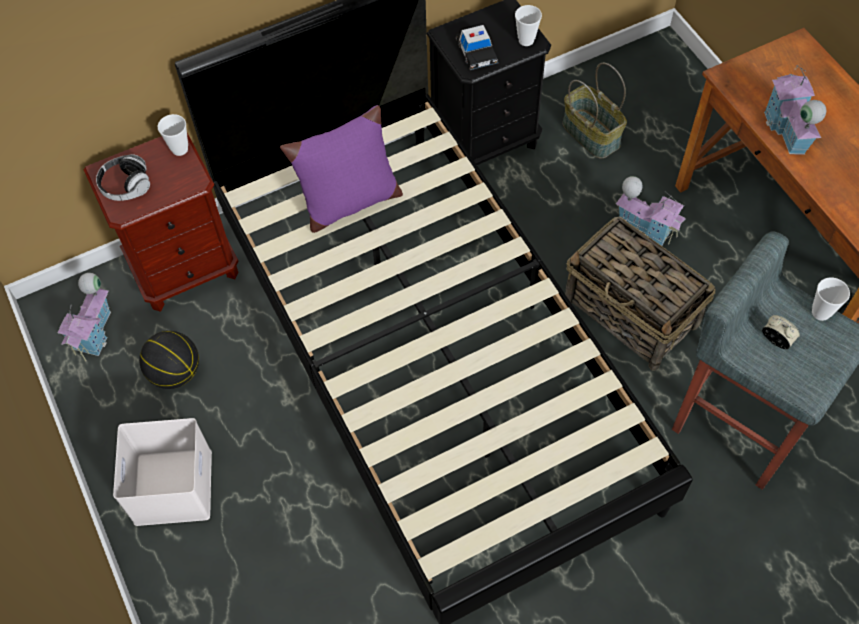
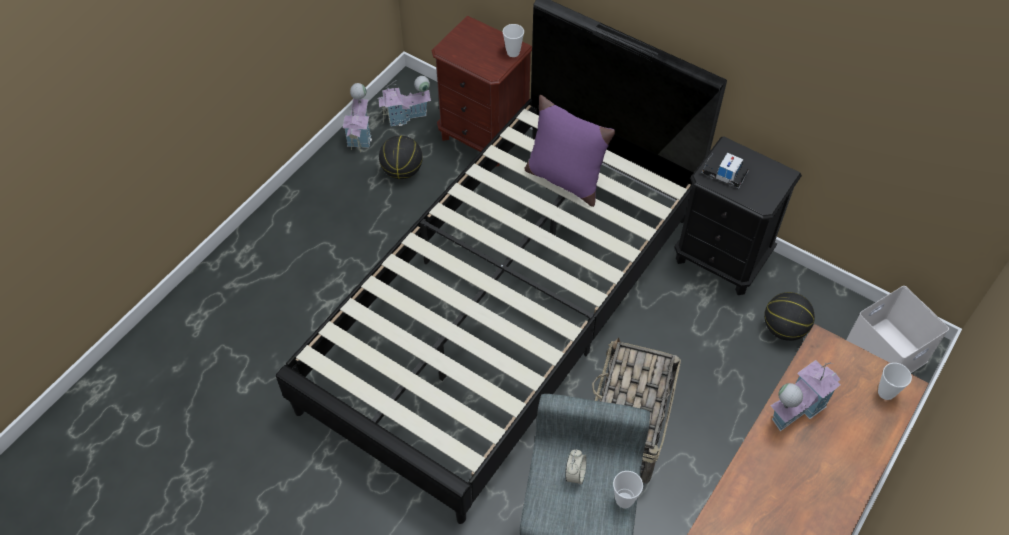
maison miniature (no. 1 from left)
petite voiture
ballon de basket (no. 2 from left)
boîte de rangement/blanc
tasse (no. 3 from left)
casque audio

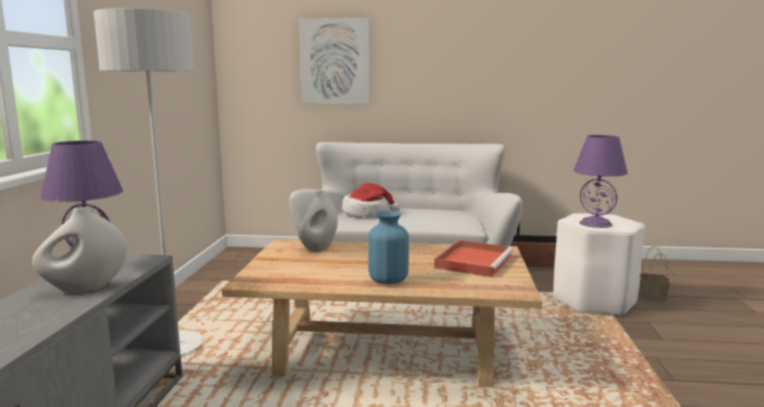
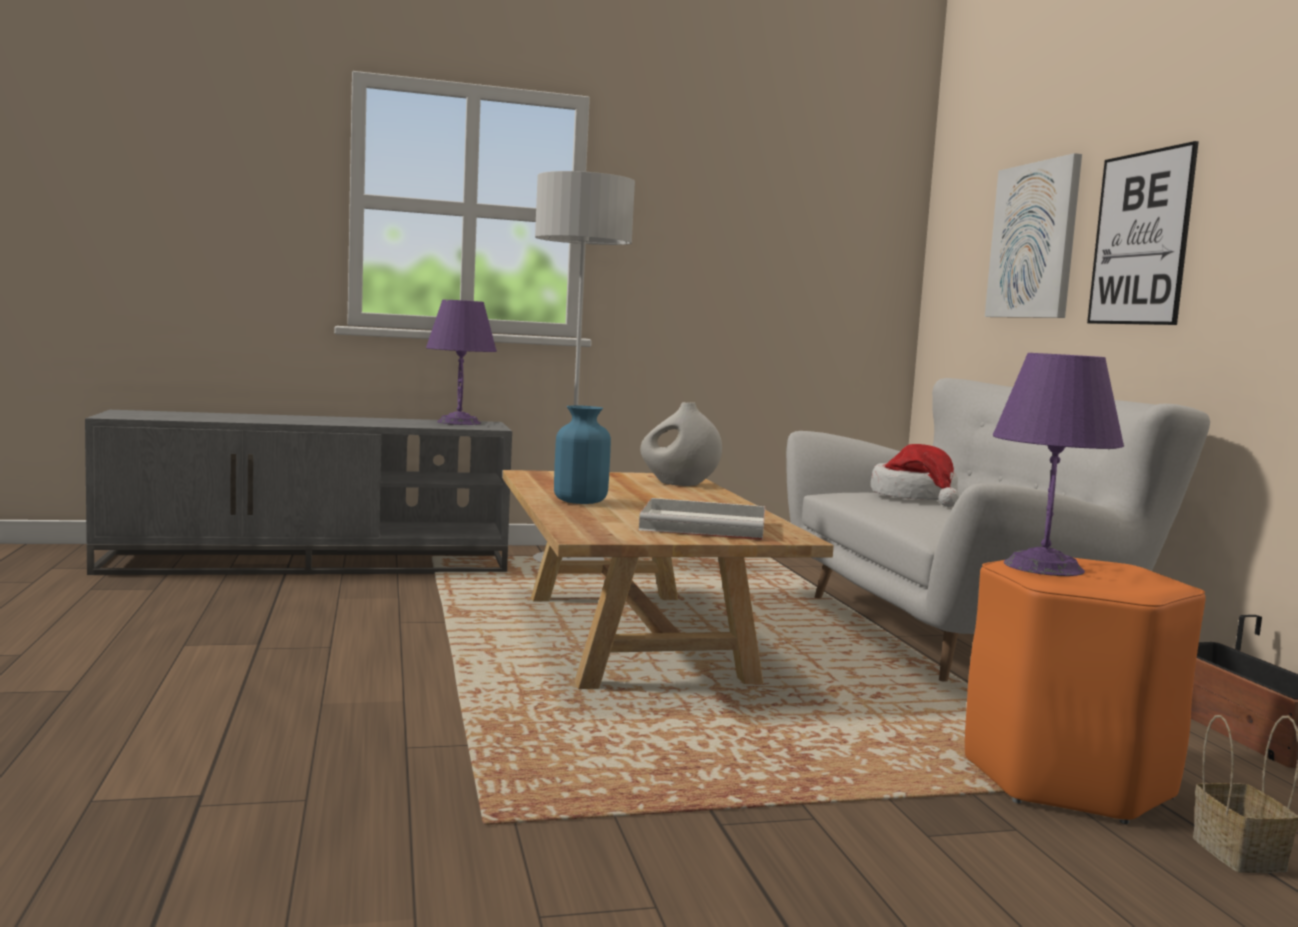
plateau/blanc
tabouret/orange
tableau (no. 2 from left)
vase/blanc (no. 1 from left in the first image)

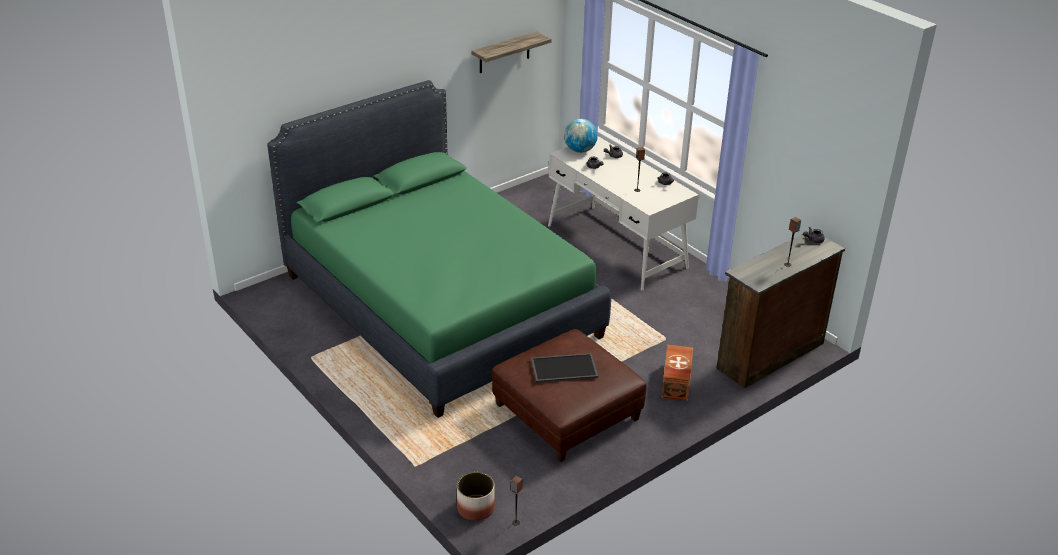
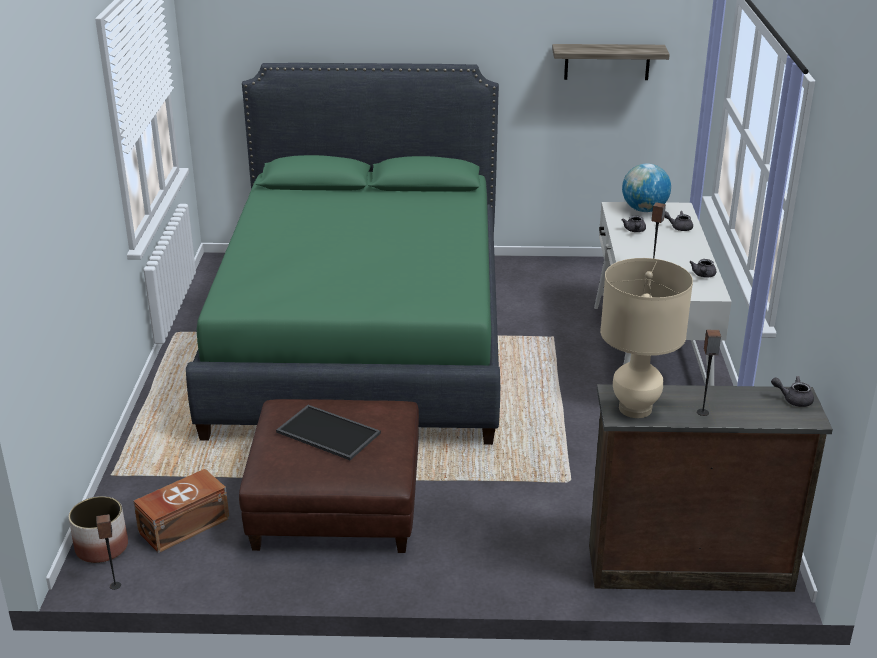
boîte de rangement/marron
lampe de table/beige

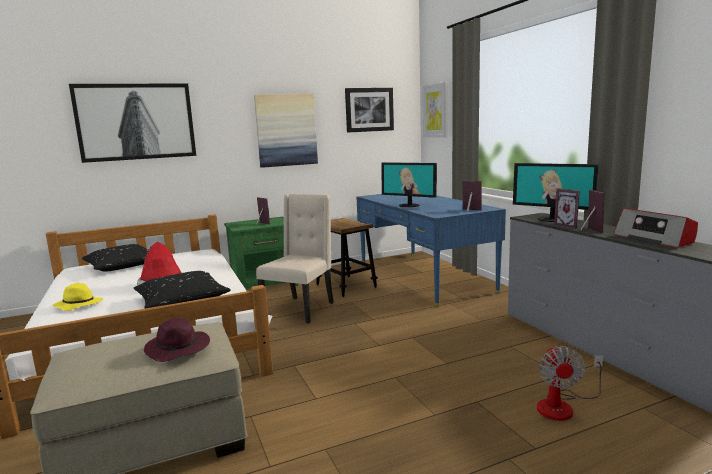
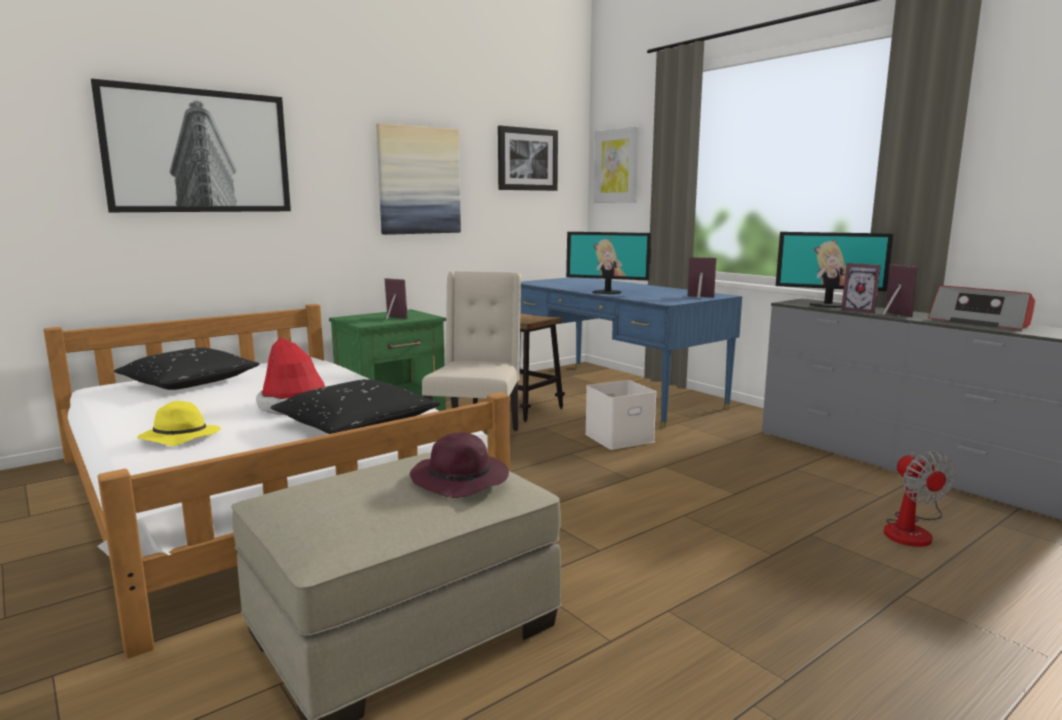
boîte de rangement/blanc

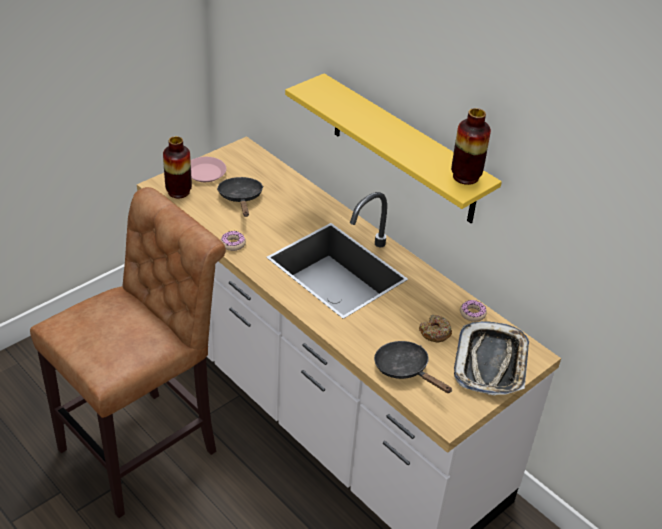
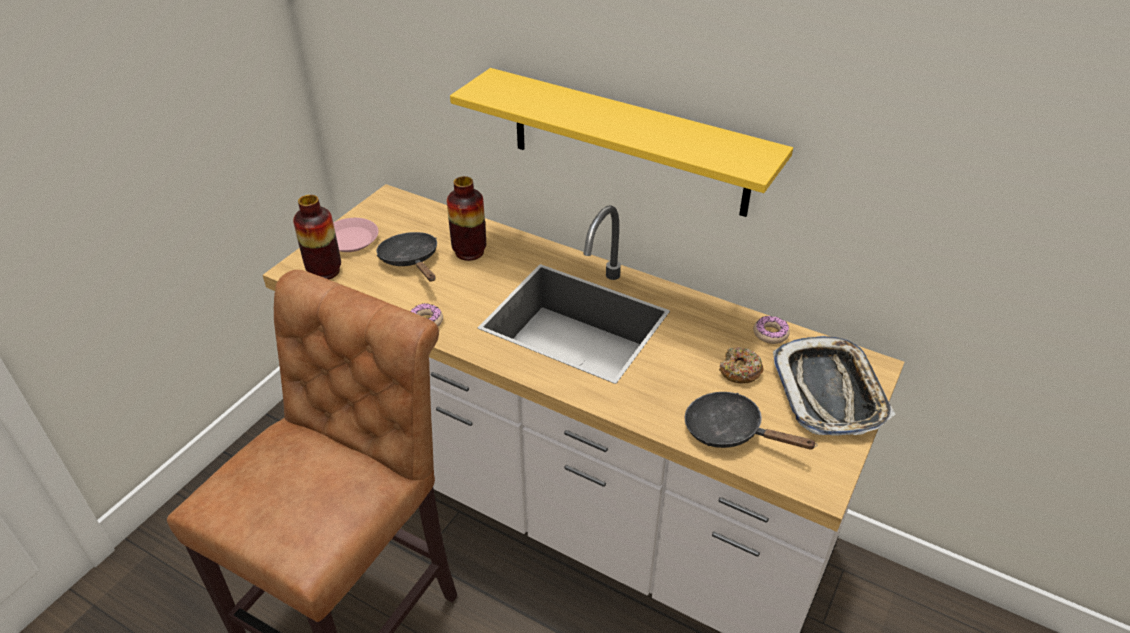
vase (no. 2 from left)

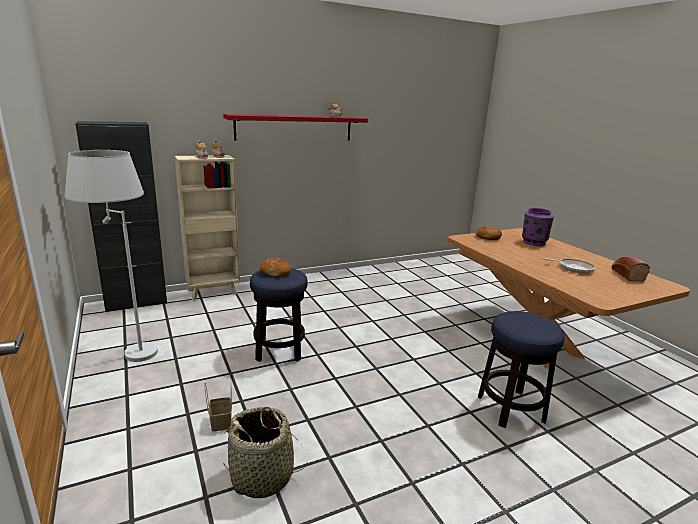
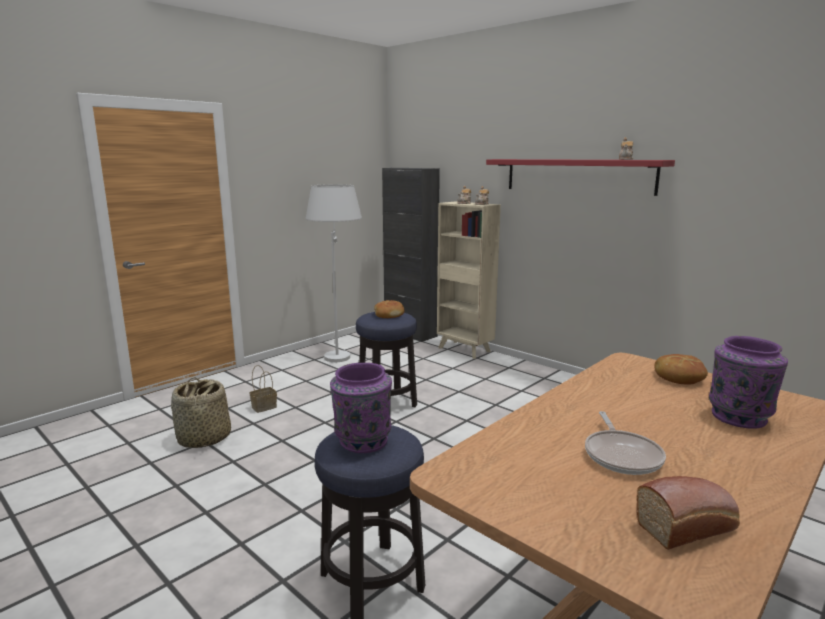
vase/violet (no. 1 from left)

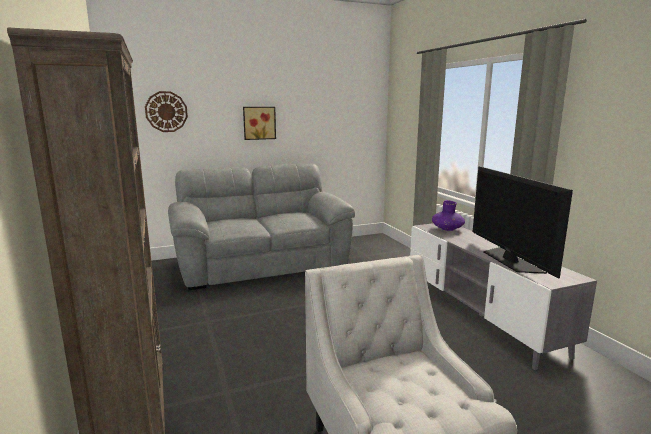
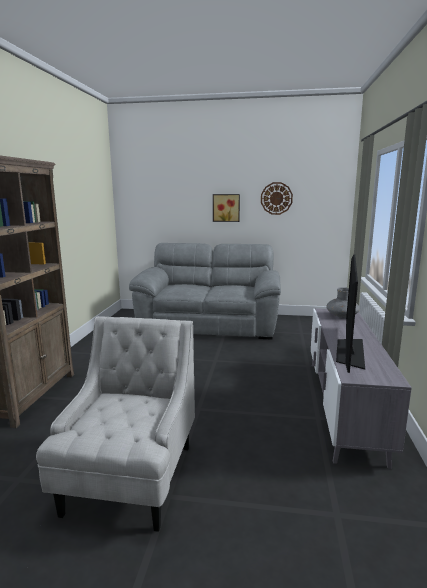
horloge murale
vase/gris

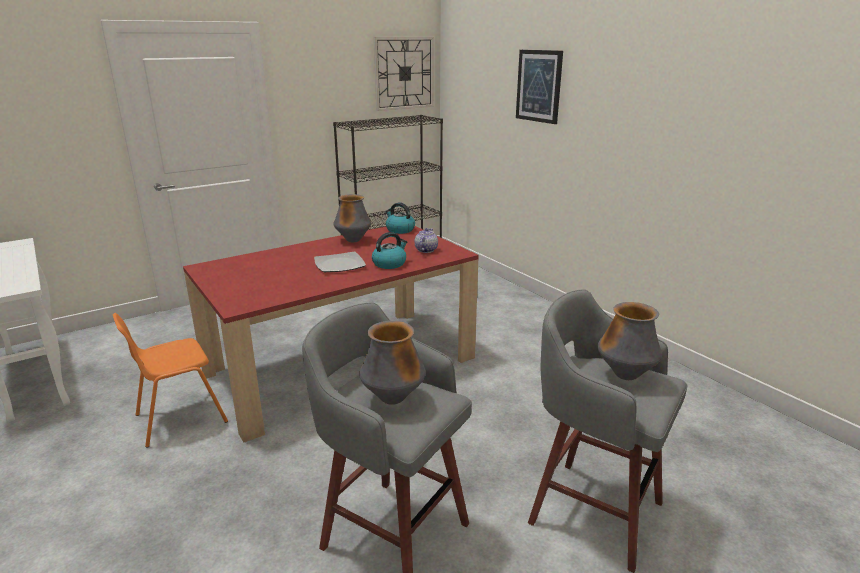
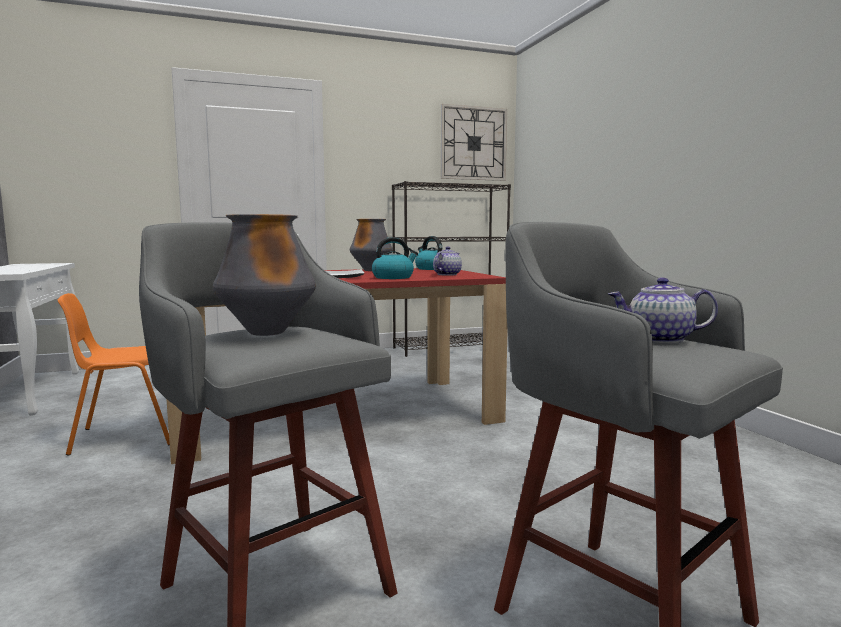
théière (no. 2 from left)
tableau

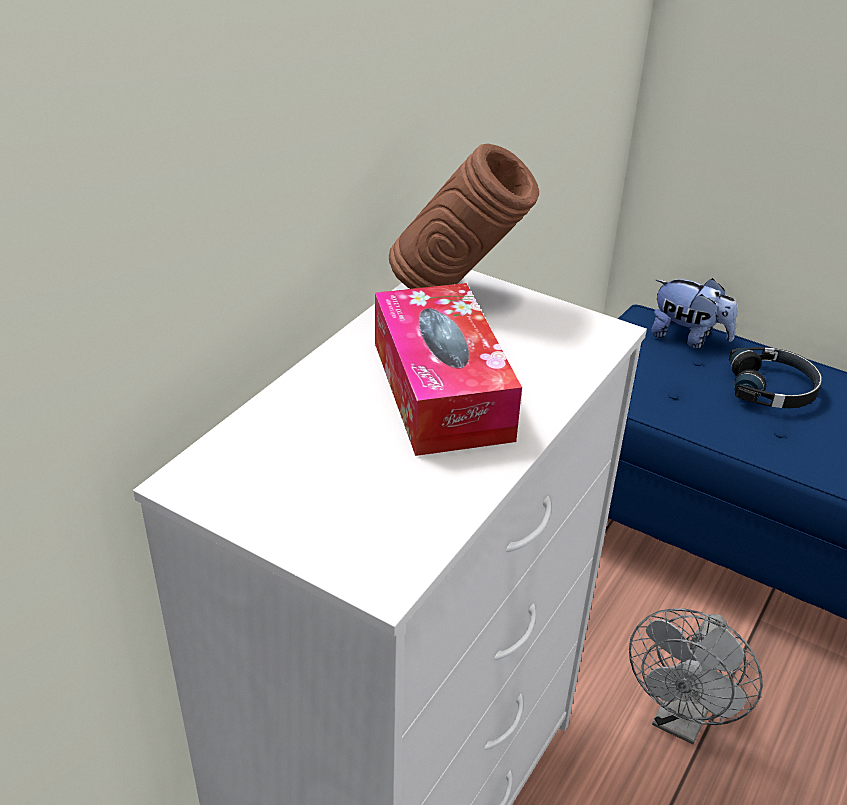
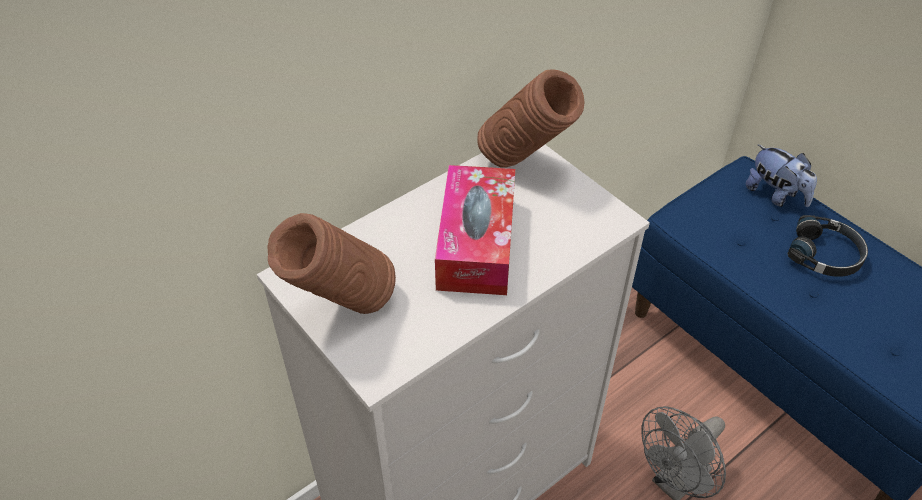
vase/marron (no. 1 from left)

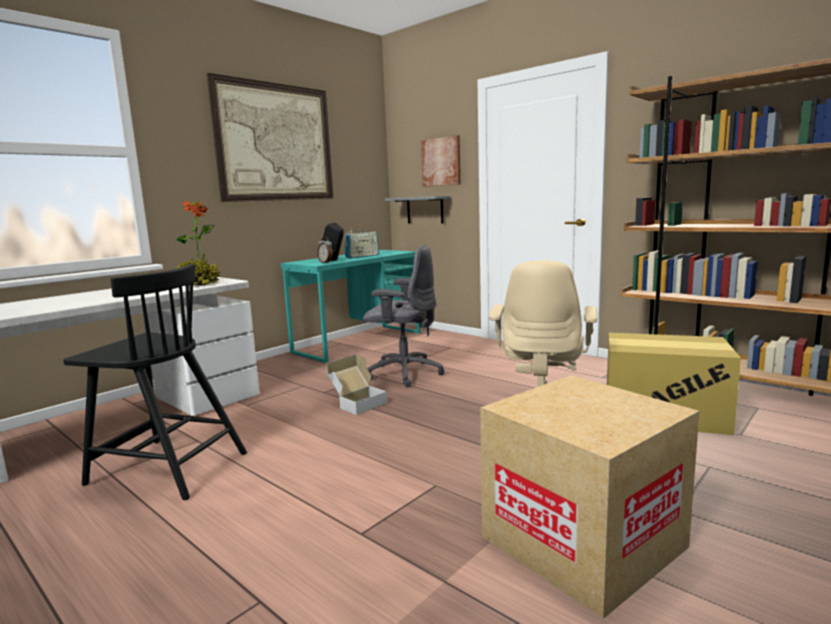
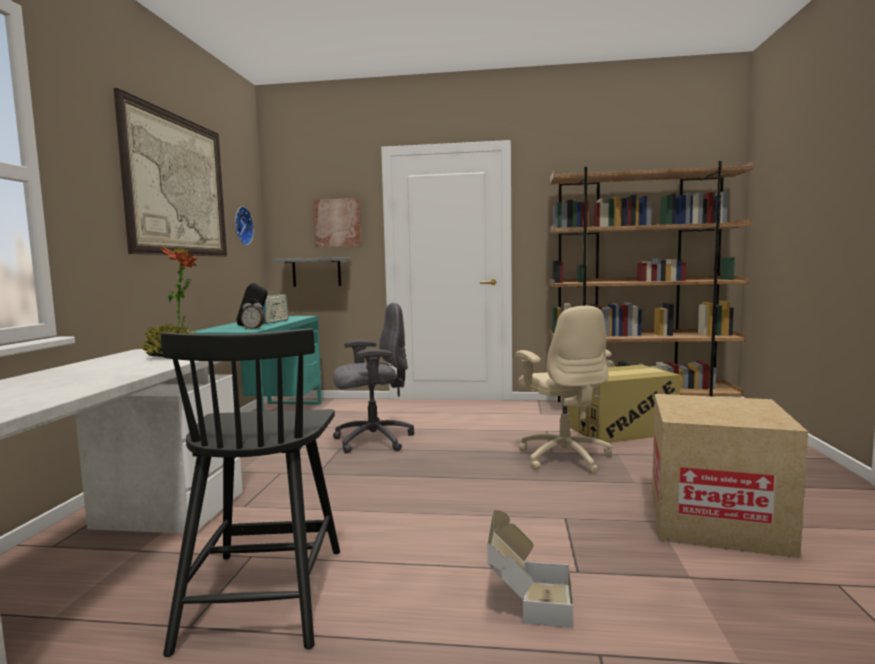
chaise/noir
horloge murale
carton (no. 1 from left)

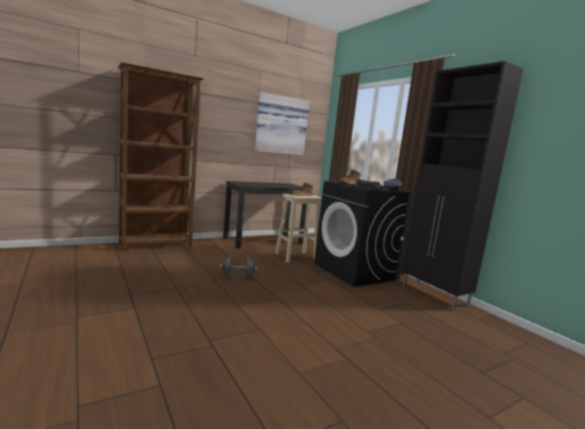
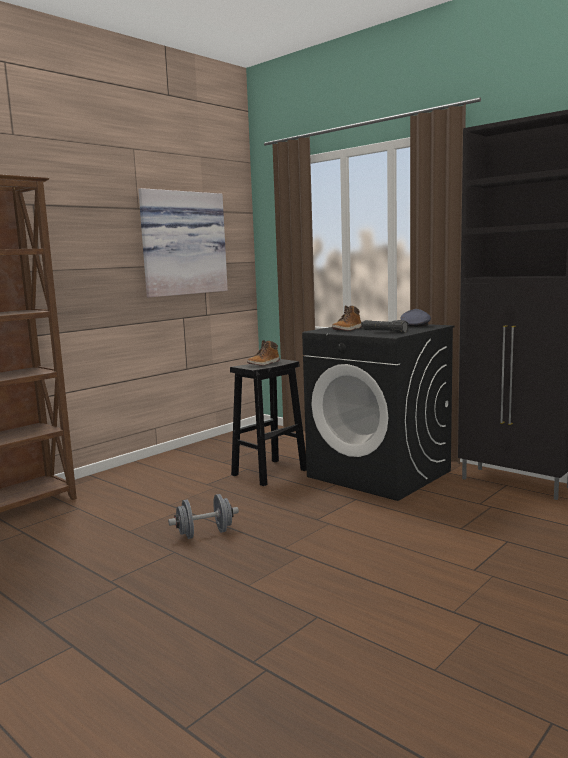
tabouret/noir
bureau/noir

